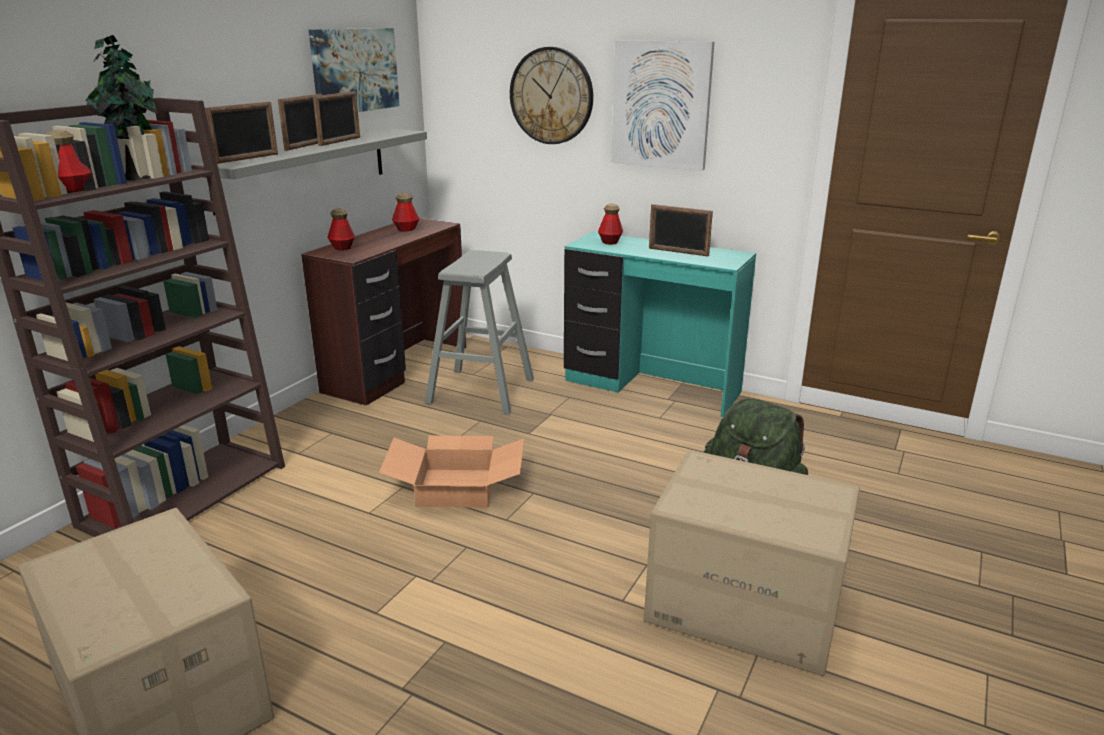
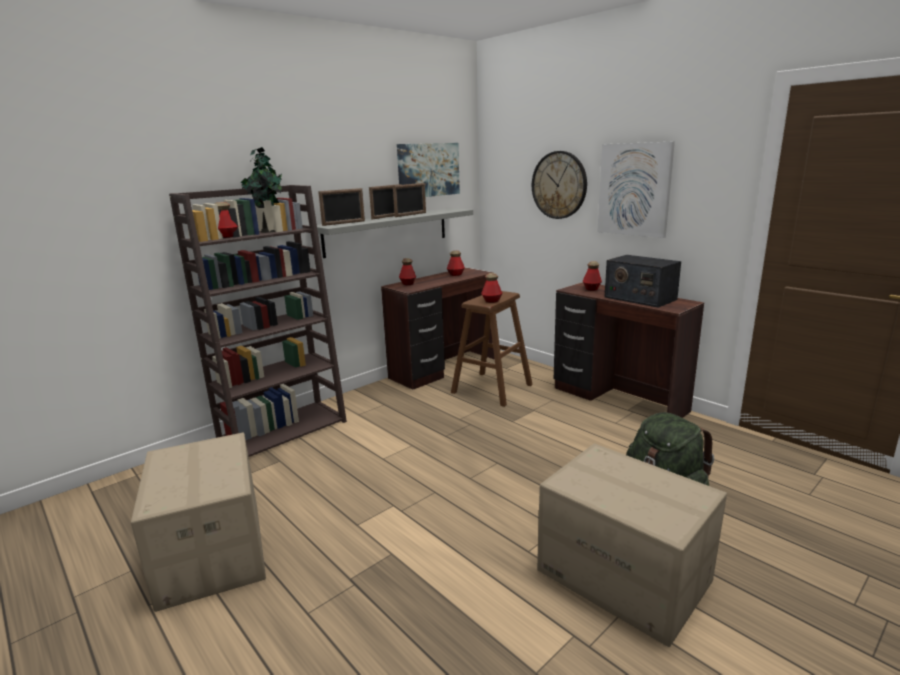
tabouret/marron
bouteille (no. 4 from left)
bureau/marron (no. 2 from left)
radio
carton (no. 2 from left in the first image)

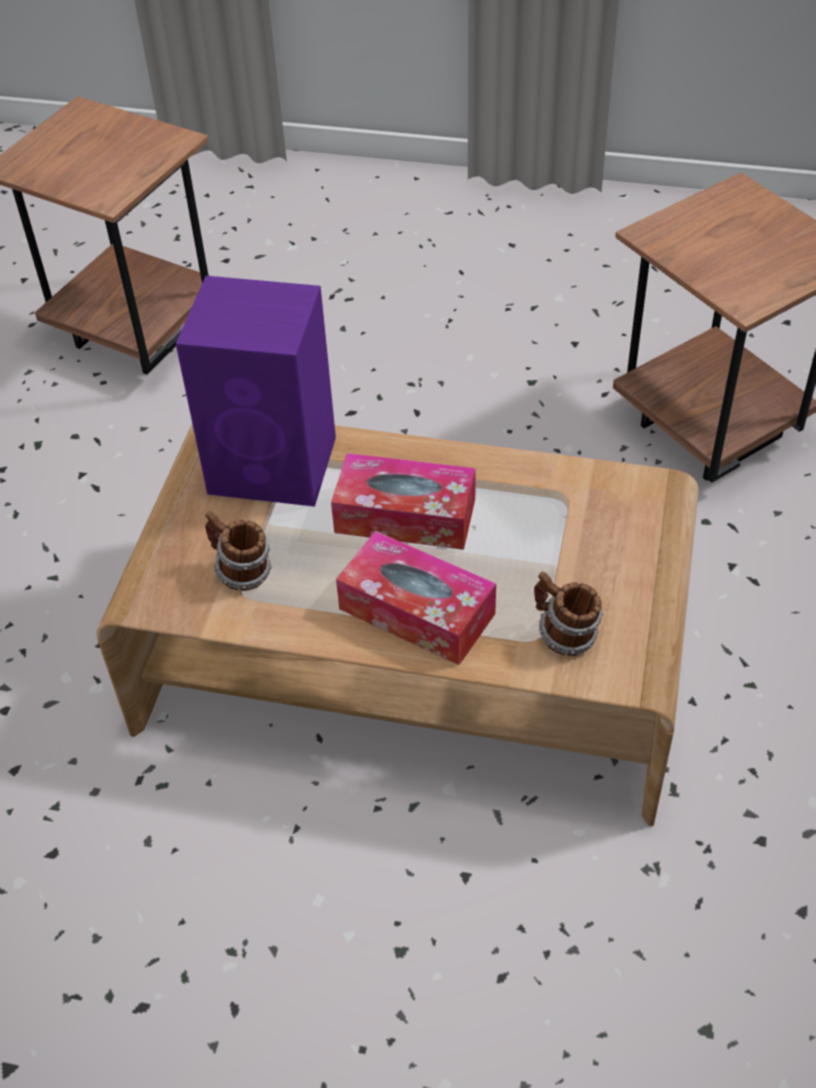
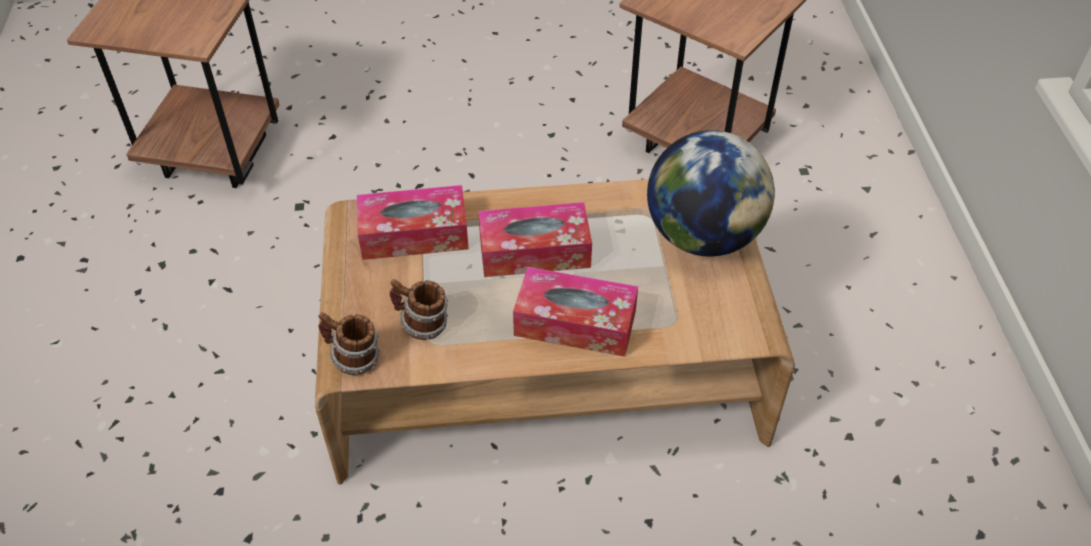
mug (no. 1 from left)
boîte à mouchoirs (no. 1 from left)
globe

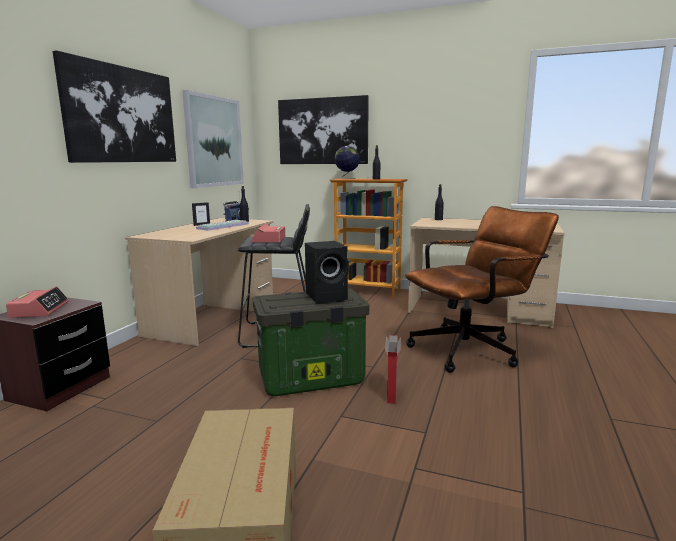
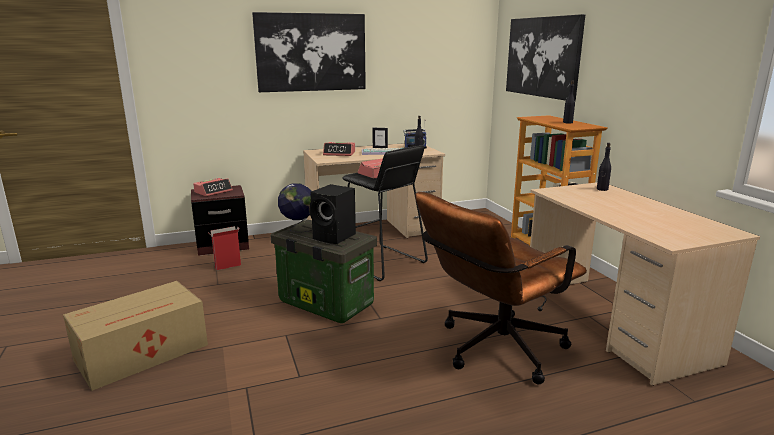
carton (no. 2 from left)
globe
réveil (no. 2 from left)
chaise de bureau/marron
tableau (no. 2 from left in the first image)

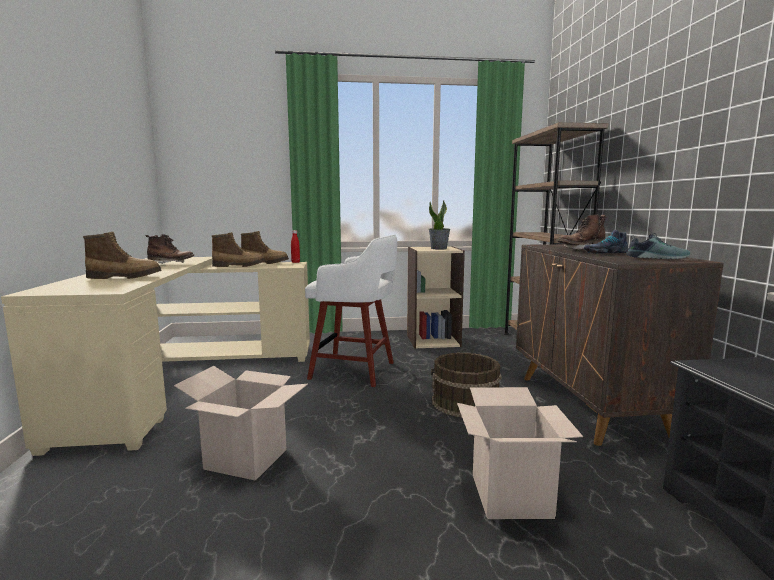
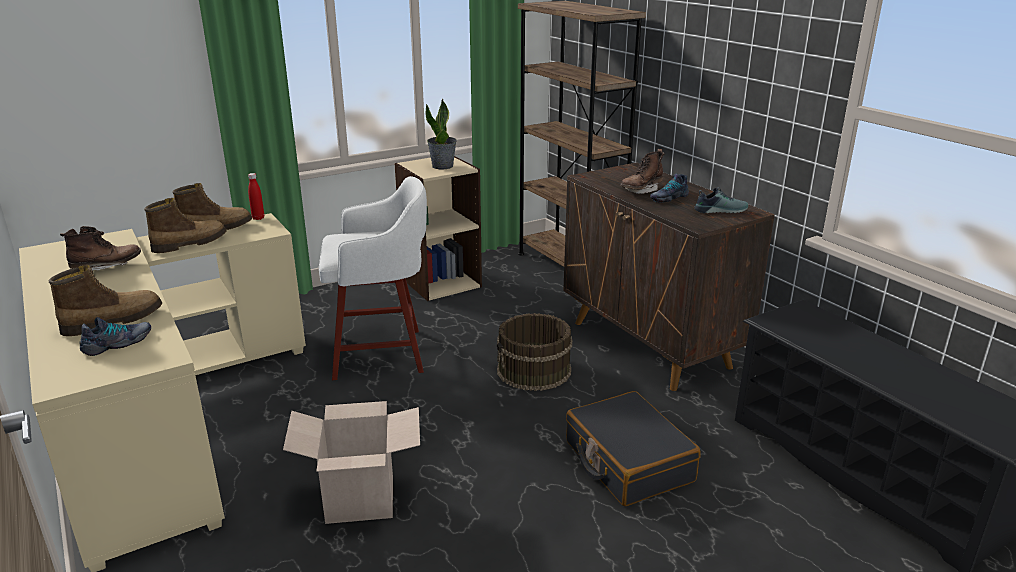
chaussure (no. 1 from left)
valise/noir

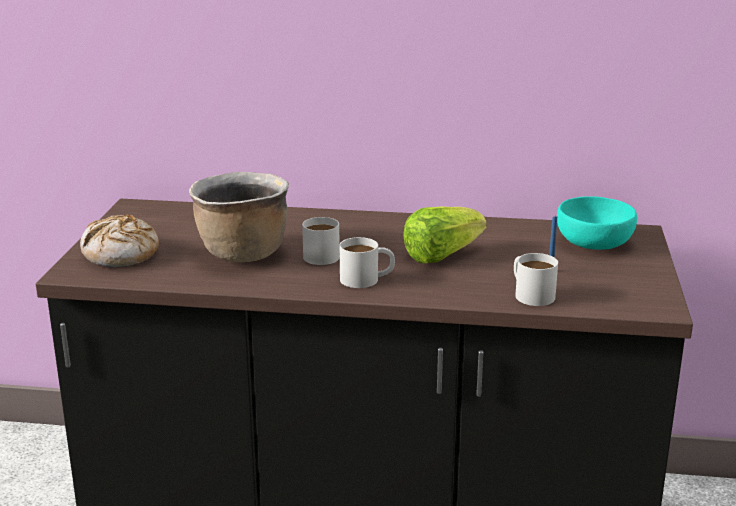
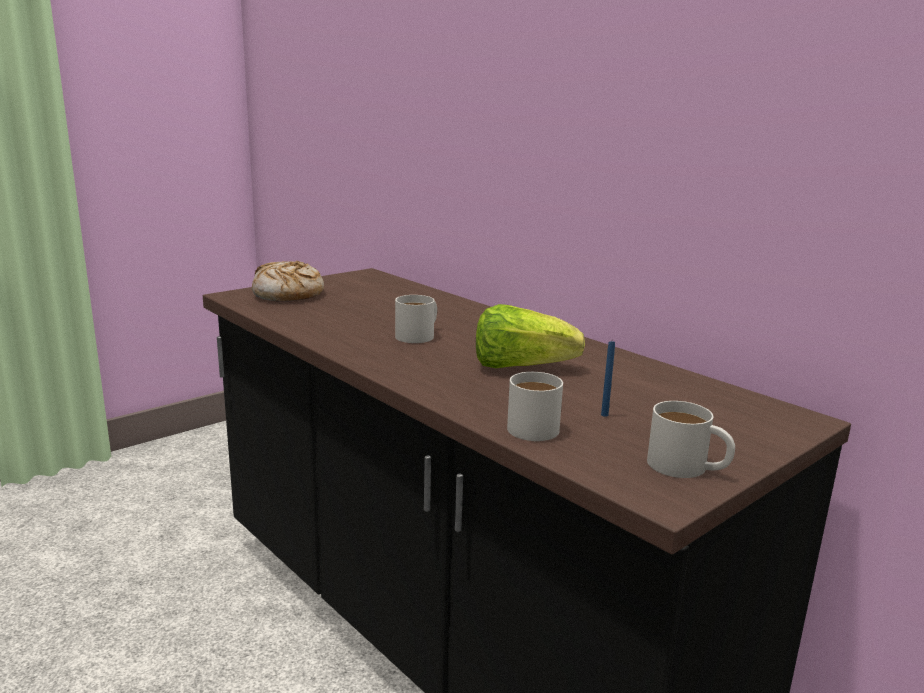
mug/blanc (no. 3 from left)
marmite/marron
bol/turquoise

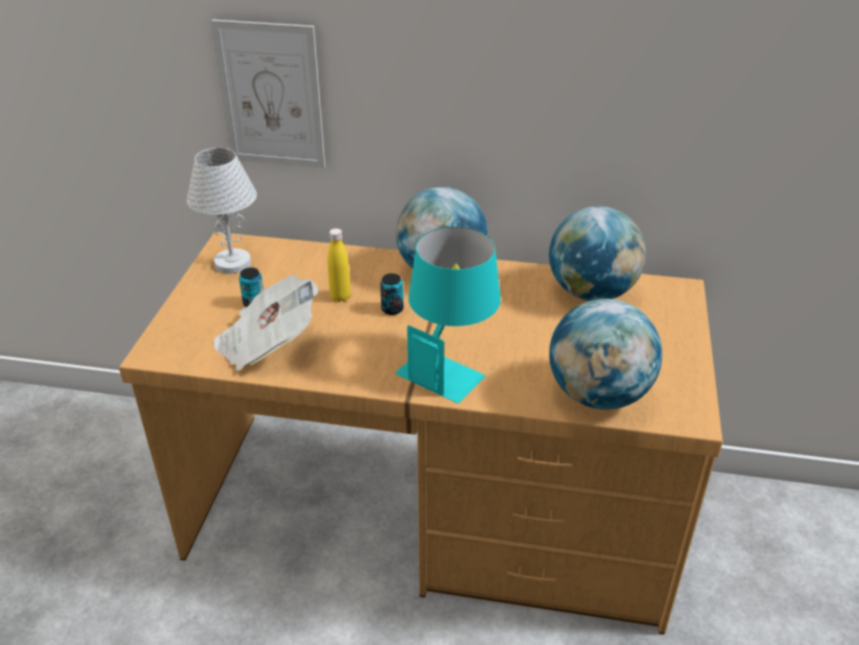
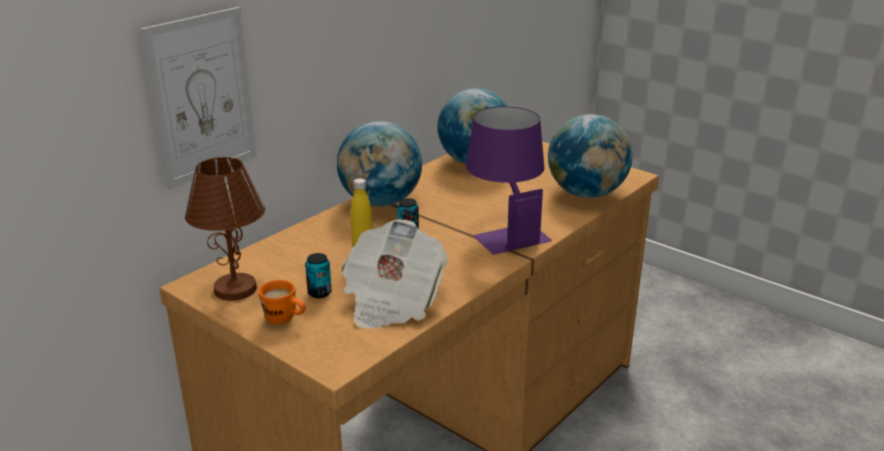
lampe de table/marron
mug/orange
lampe de table/violet

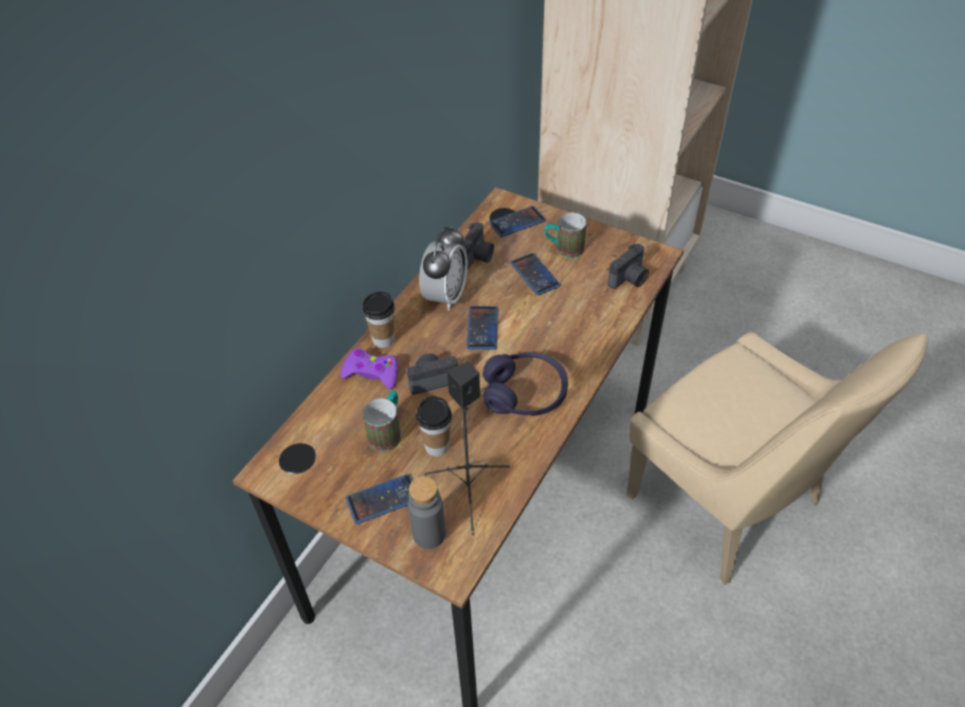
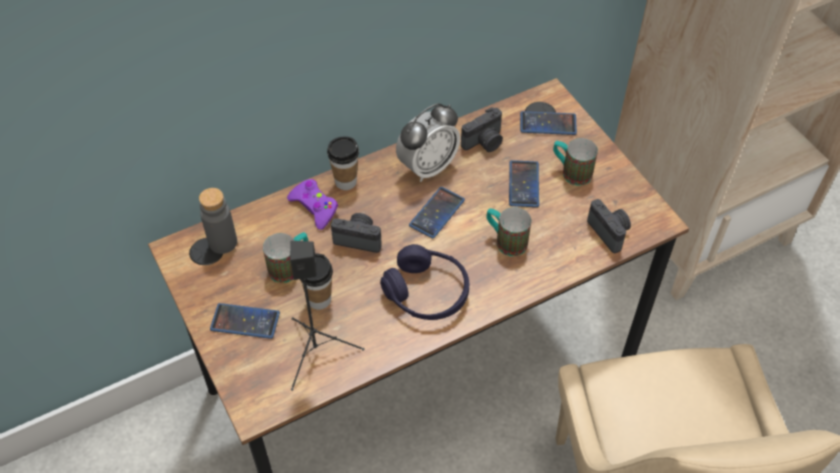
bouteille/gris
mug (no. 2 from left)
appareil photo (no. 3 from left)

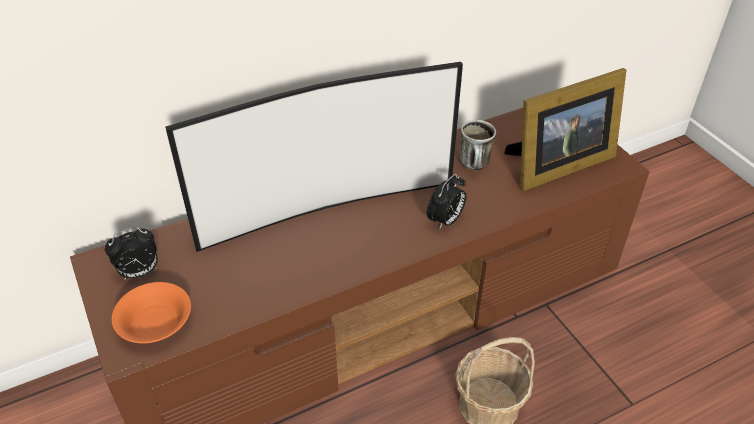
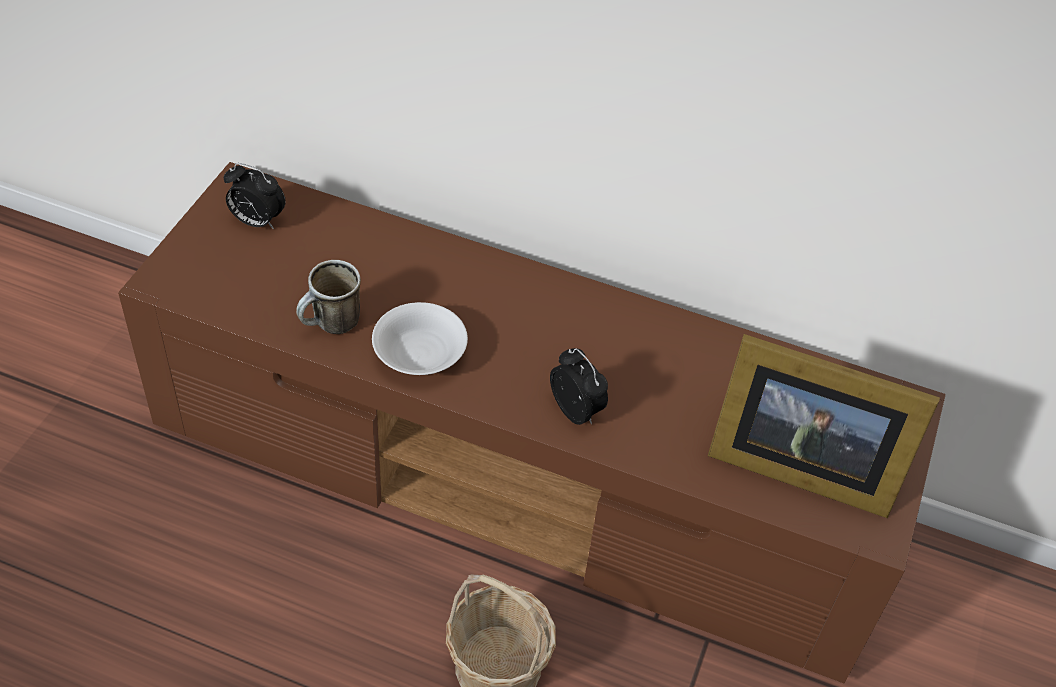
mug
bol/blanc
réveil (no. 2 from left)
bol/orange
téléviseur

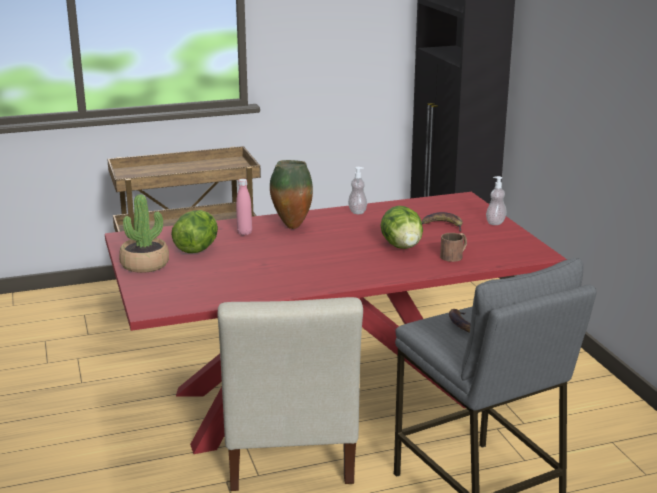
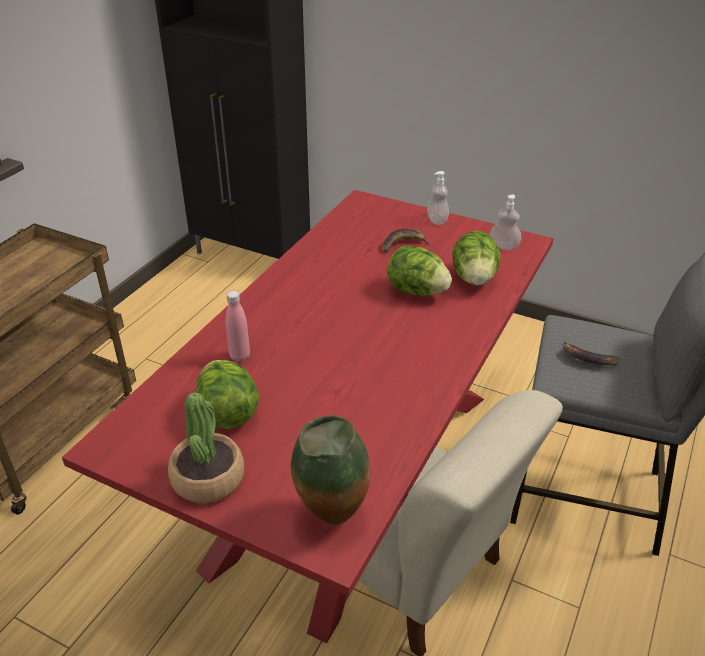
vase
laitue (no. 3 from left)
distributeur de savon (no. 2 from left)

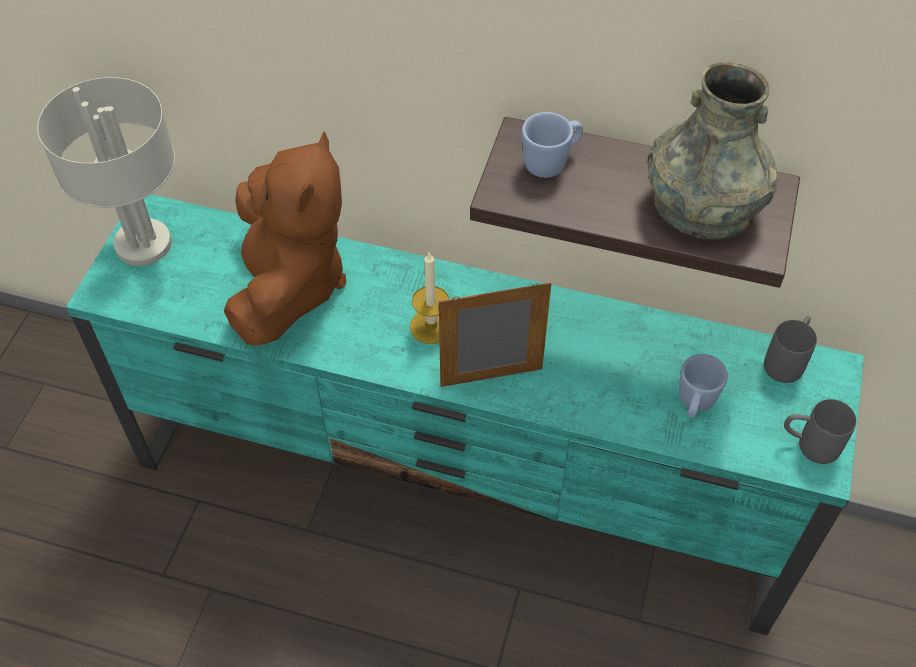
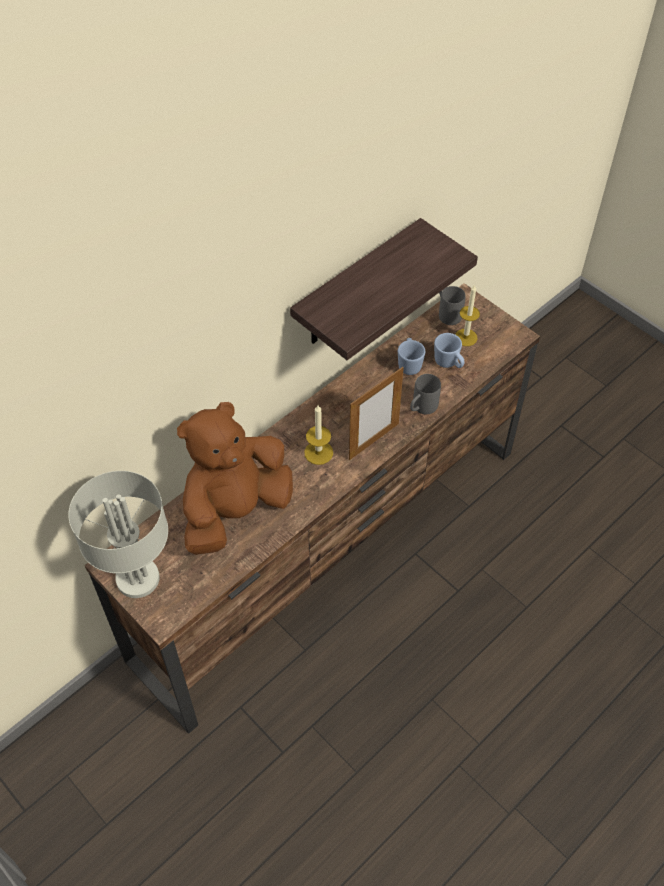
meuble télé/marron
peluche/marron
cadre photo
mug/bleu (no. 1 from left)
mug/gris (no. 1 from left)
bougie (no. 2 from left)
vase/gris

